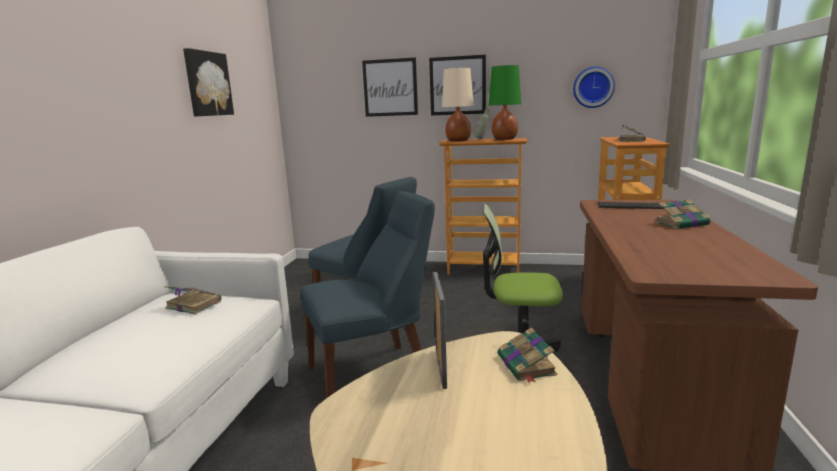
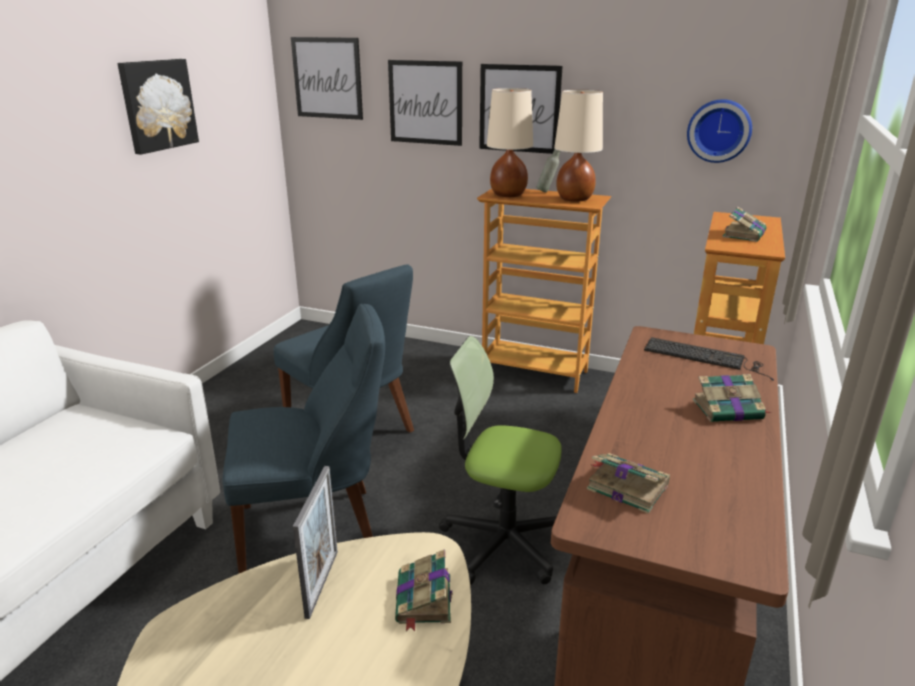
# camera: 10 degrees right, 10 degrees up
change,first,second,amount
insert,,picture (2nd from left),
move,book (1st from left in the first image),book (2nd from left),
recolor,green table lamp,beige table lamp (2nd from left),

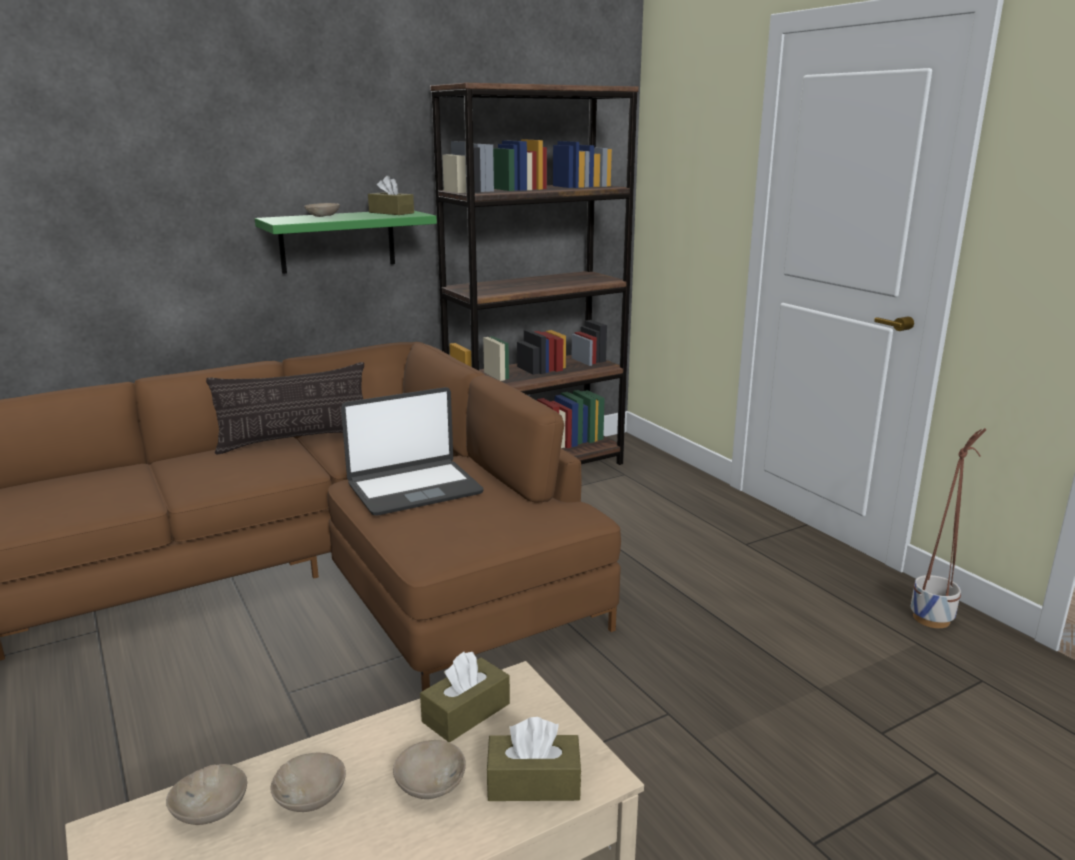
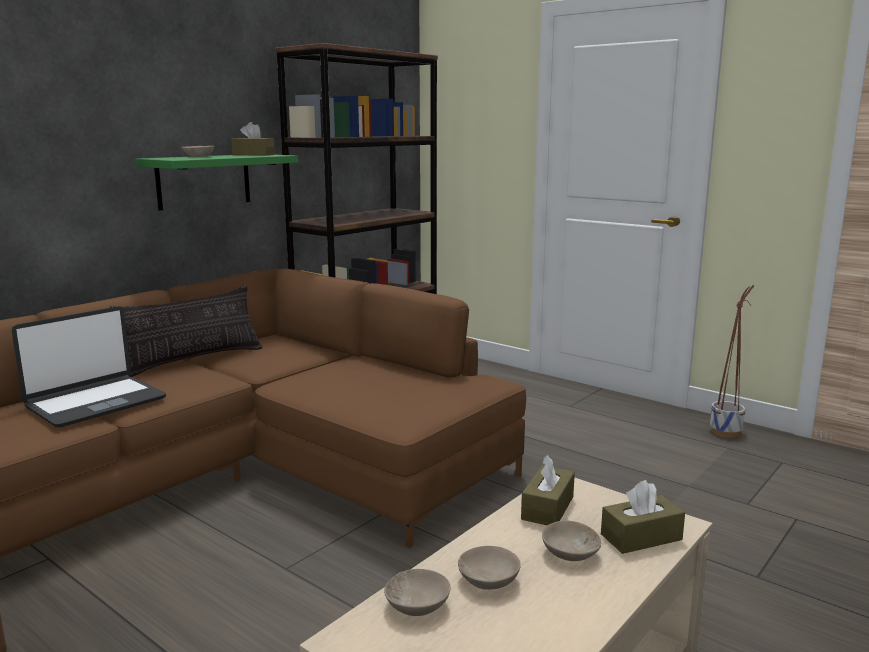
# camera: 20 degrees left, 5 degrees down
change,first,second,amount
move,laptop,,

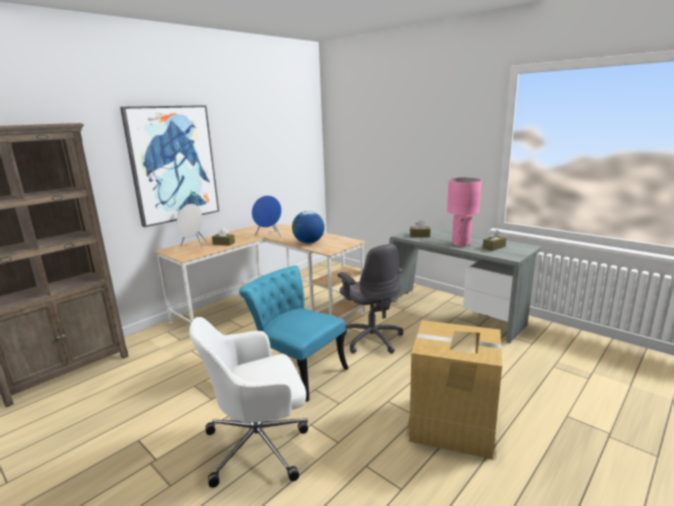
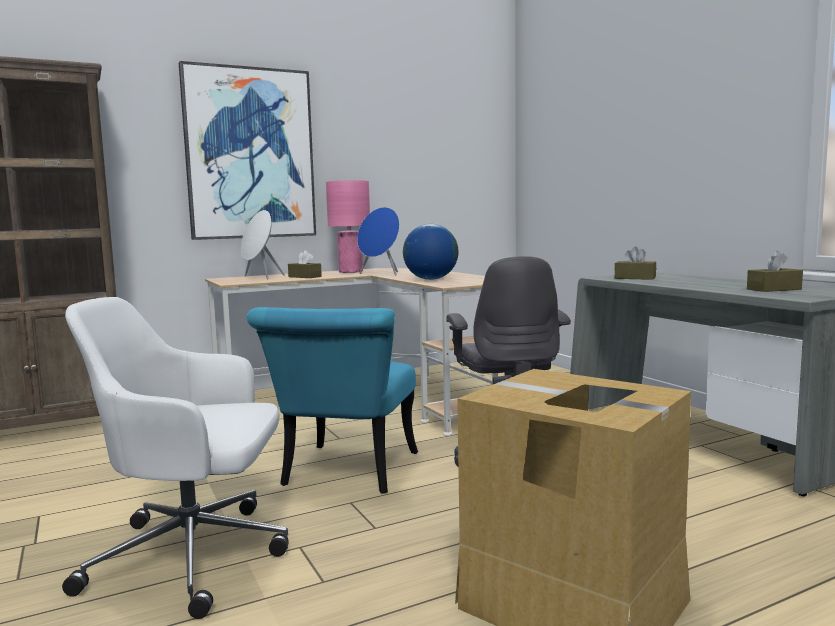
# camera: 20 degrees right, 10 degrees down
change,first,second,amount
move,pink table lamp,,
rotate,turquoise chair,,135 degrees counterclockwise

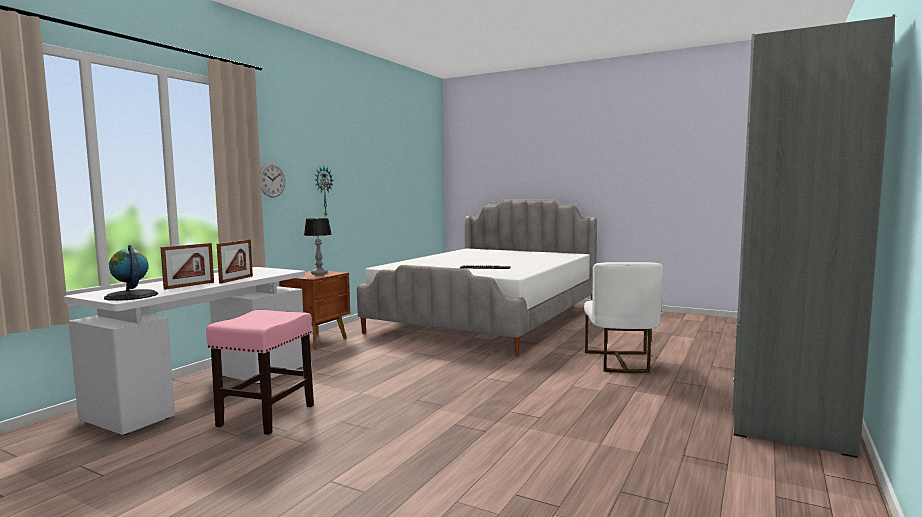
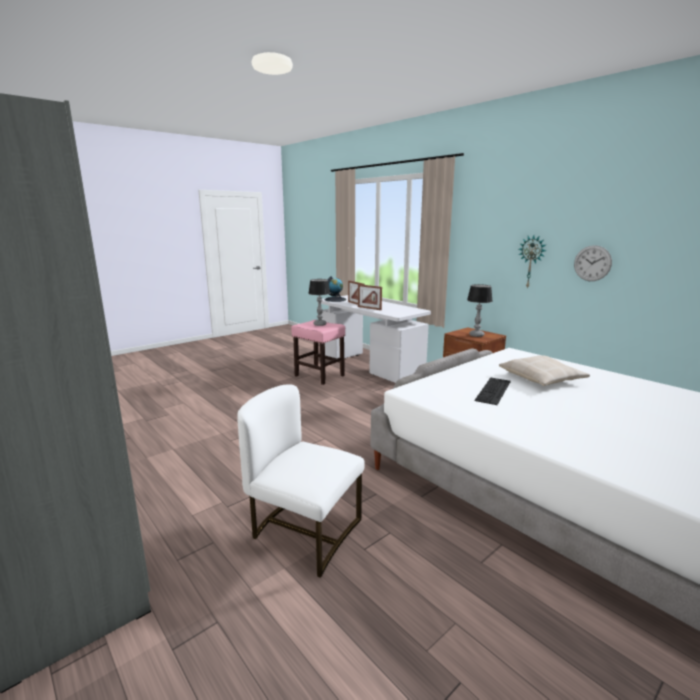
# camera: 110 degrees right, 10 degrees up
change,first,second,amount
insert,,table lamp (1st from left),
insert,,beige pillow,
move,wall clock (1st from left in the first image),wall clock (2nd from left),

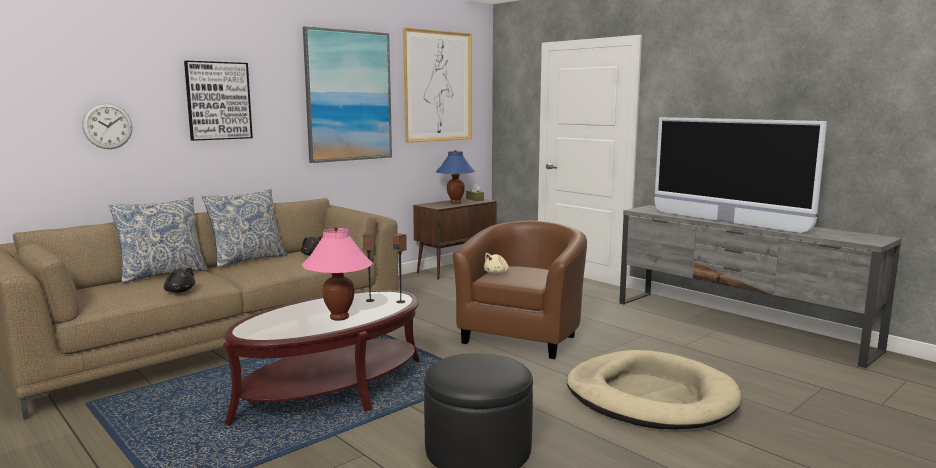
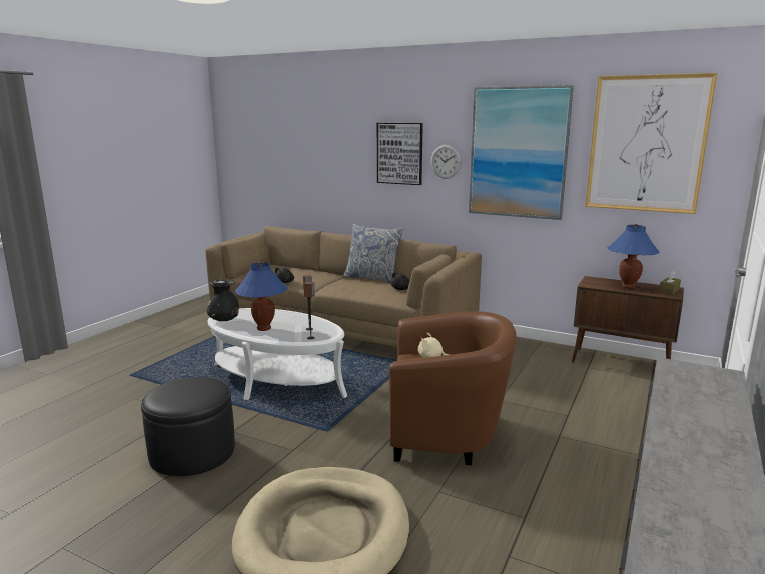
# camera: 70 degrees right, 5 degrees up
change,first,second,amount
delete,pillow (1st from left),,
delete,television,,
insert,,black vase,
move,wall clock,,
recolor,brown coffee table,white coffee table,
recolor,pink table lamp,blue table lamp (1st from left),

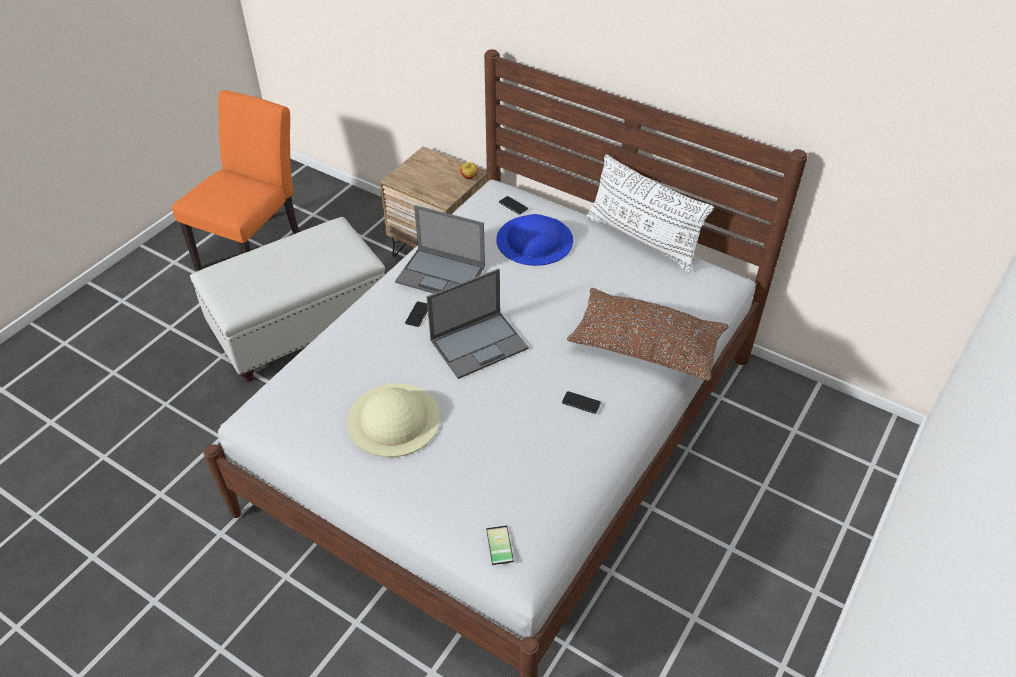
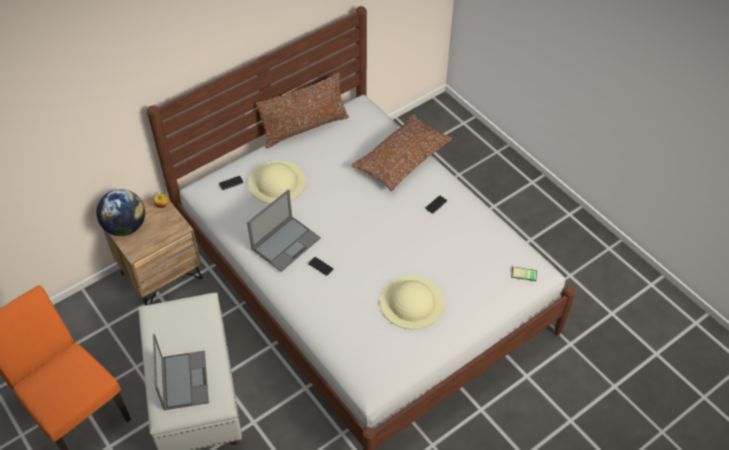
# camera: 70 degrees left, 5 degrees up
change,first,second,amount
insert,,globe,
move,laptop (2nd from left in the first image),laptop (1st from left),
recolor,blue hat,beige hat (1st from left),
recolor,white pillow,brown pillow (1st from left),

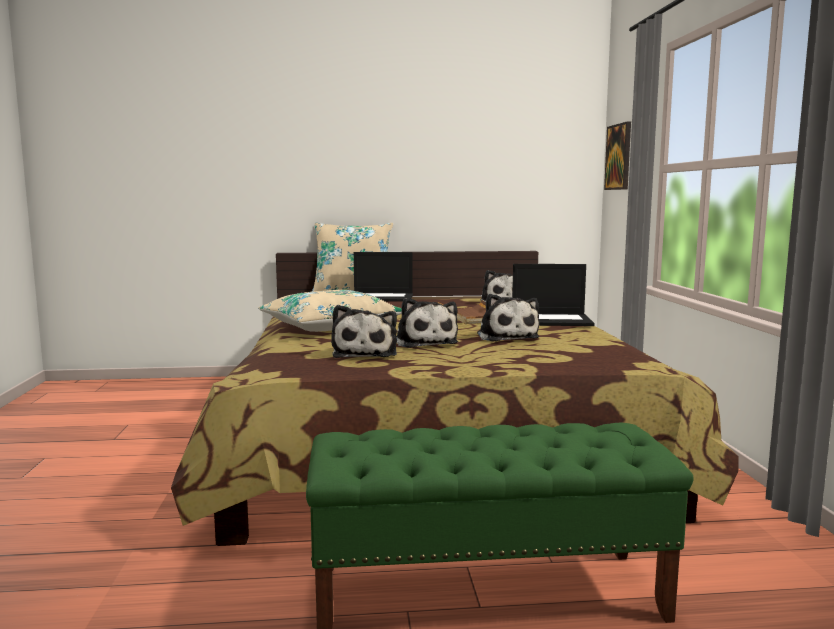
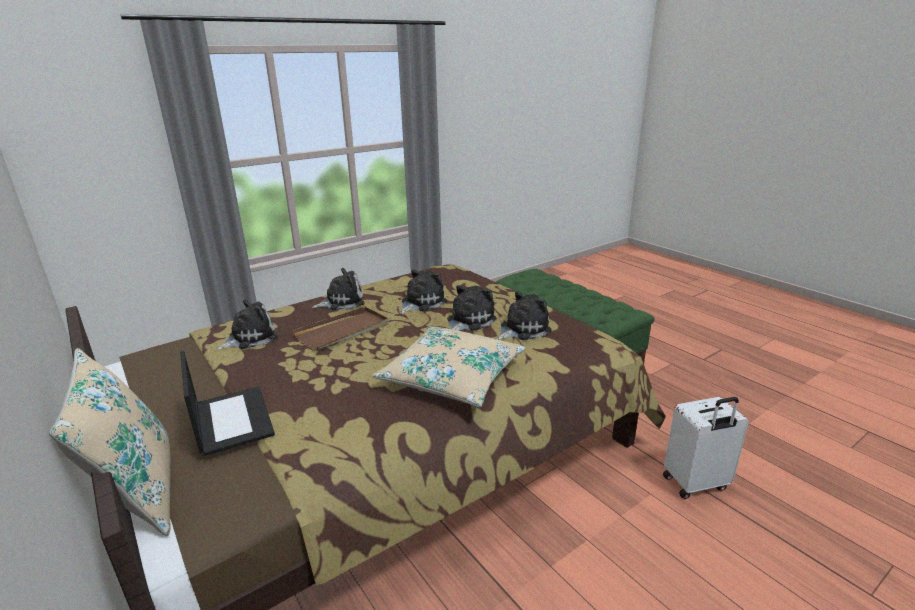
# camera: 120 degrees left, 15 degrees up
change,first,second,amount
delete,picture,,
insert,,white suitcase,
replace,laptop (2nd from left),plush toy (2nd from left),

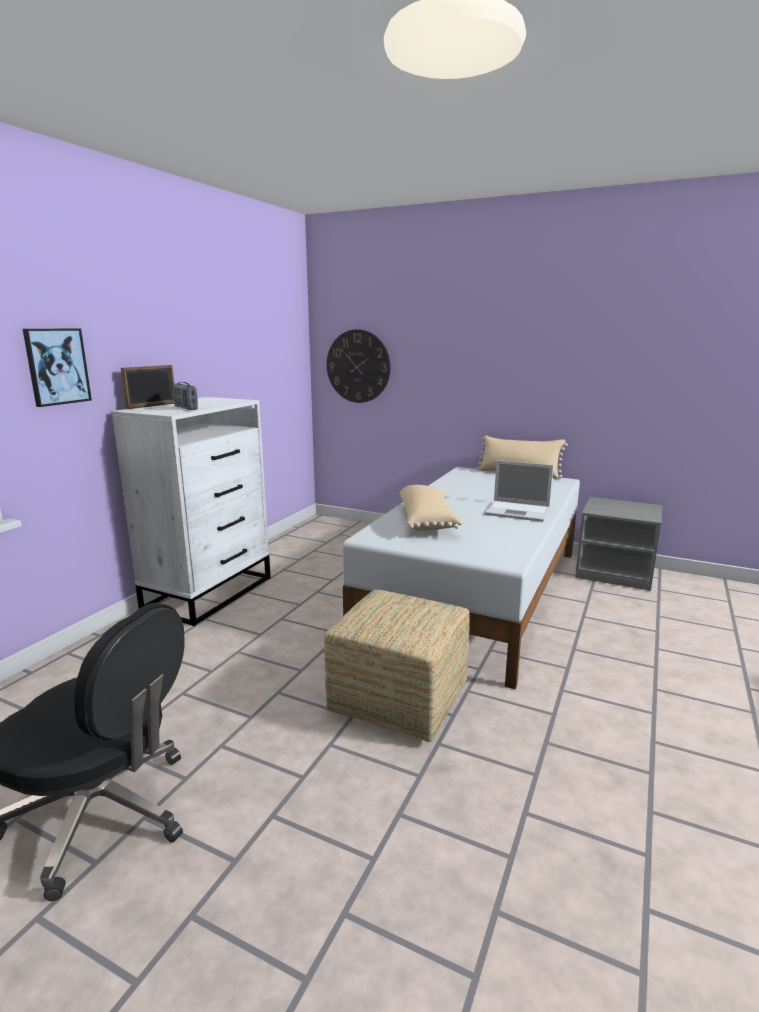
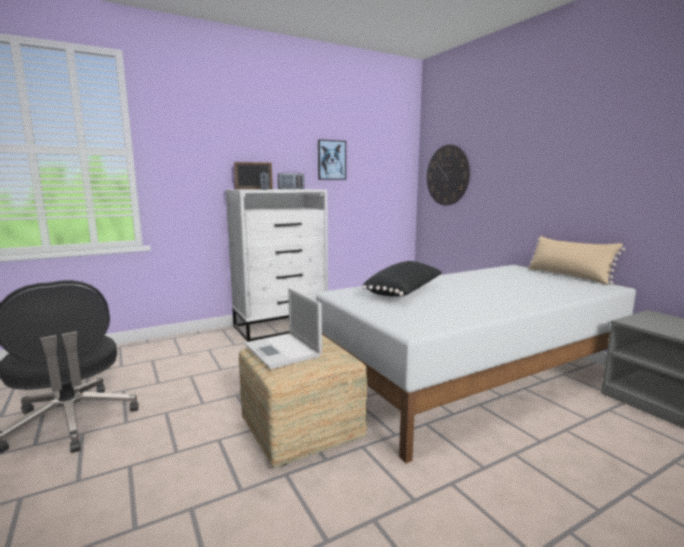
# camera: 35 degrees right, 5 degrees down
change,first,second,amount
insert,,radio (2nd from left),
move,picture,,
move,laptop,,
recolor,beige pillow (1st from left),black pillow,

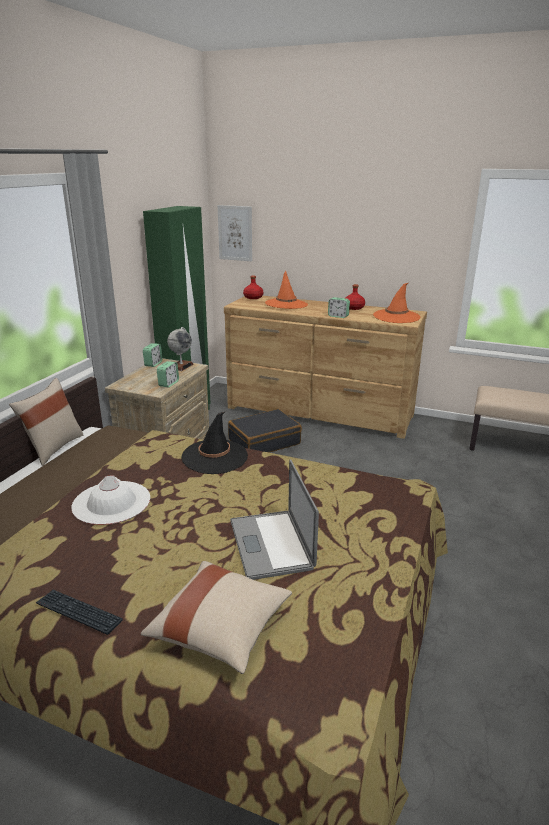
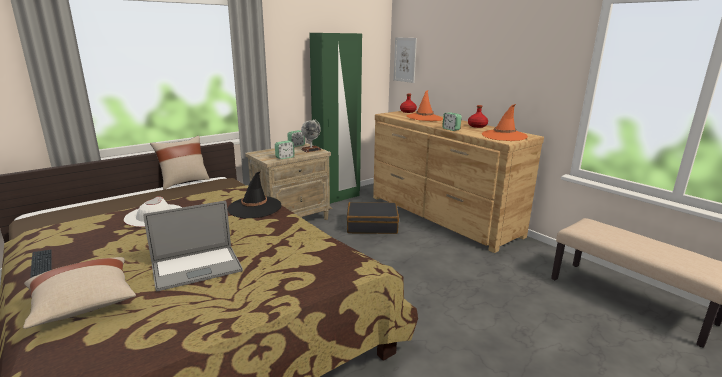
# camera: 30 degrees right, 5 degrees down
change,first,second,amount
rotate,laptop,,135 degrees counterclockwise

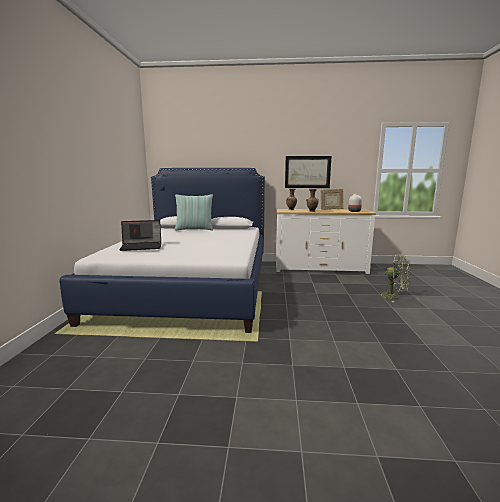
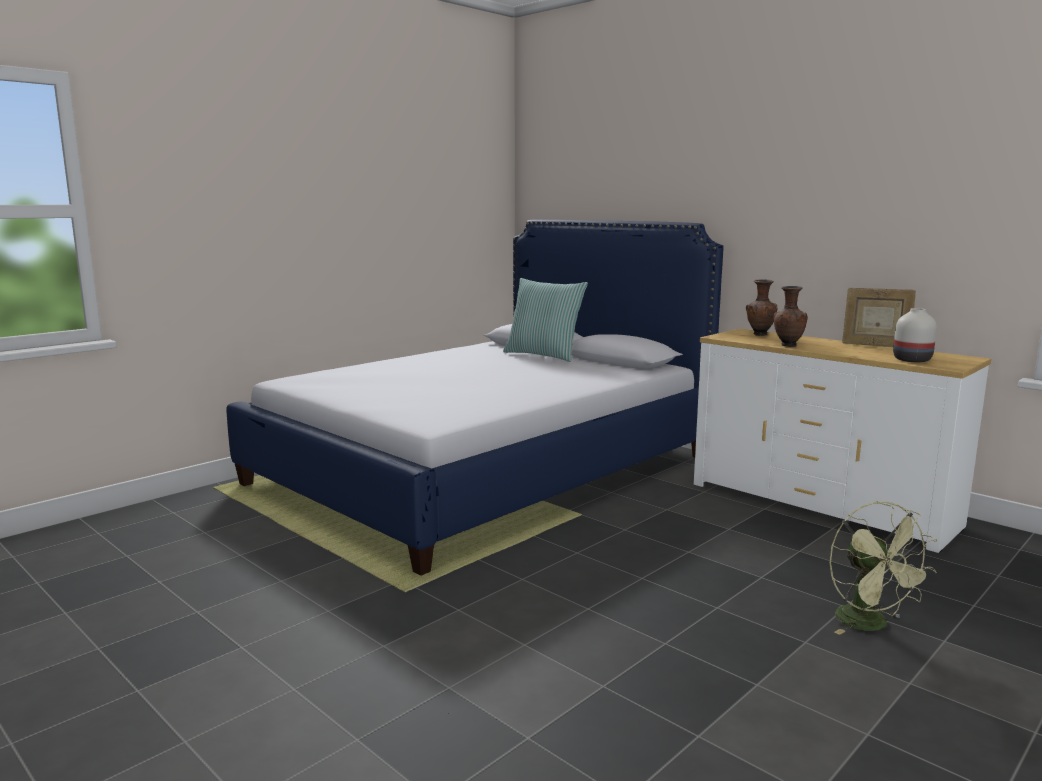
# camera: 40 degrees right, 0 degrees up
change,first,second,amount
delete,laptop,,
delete,picture,,

